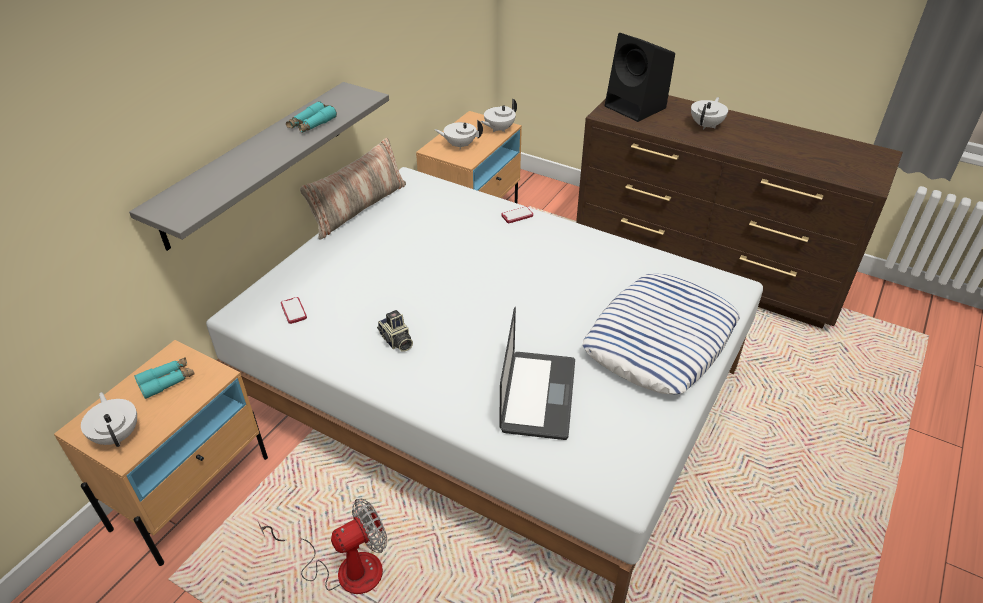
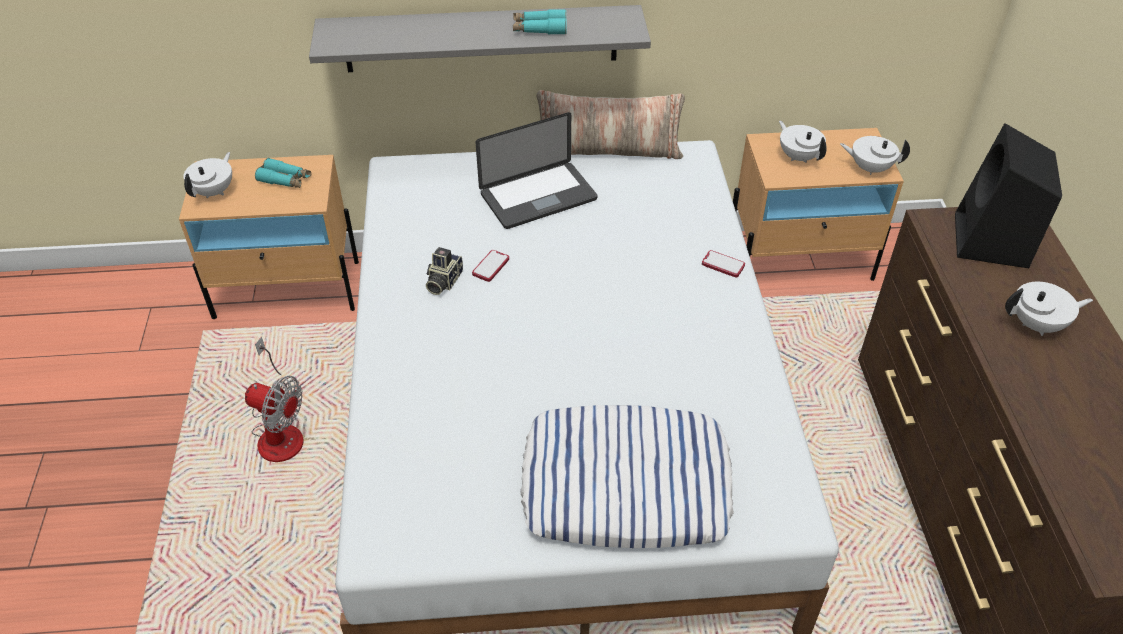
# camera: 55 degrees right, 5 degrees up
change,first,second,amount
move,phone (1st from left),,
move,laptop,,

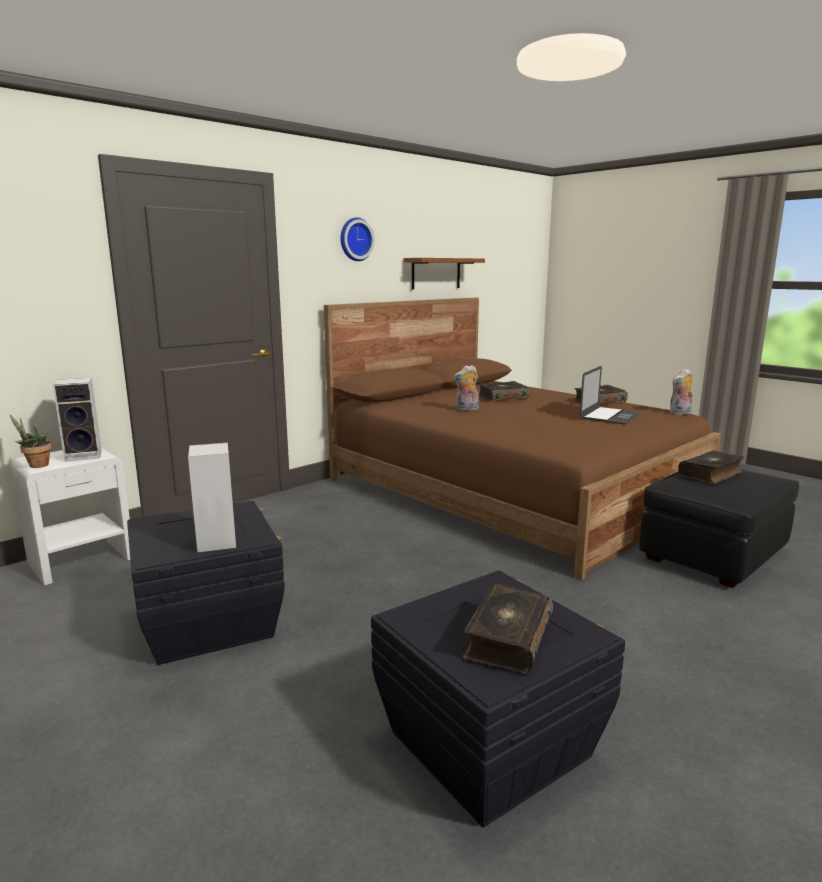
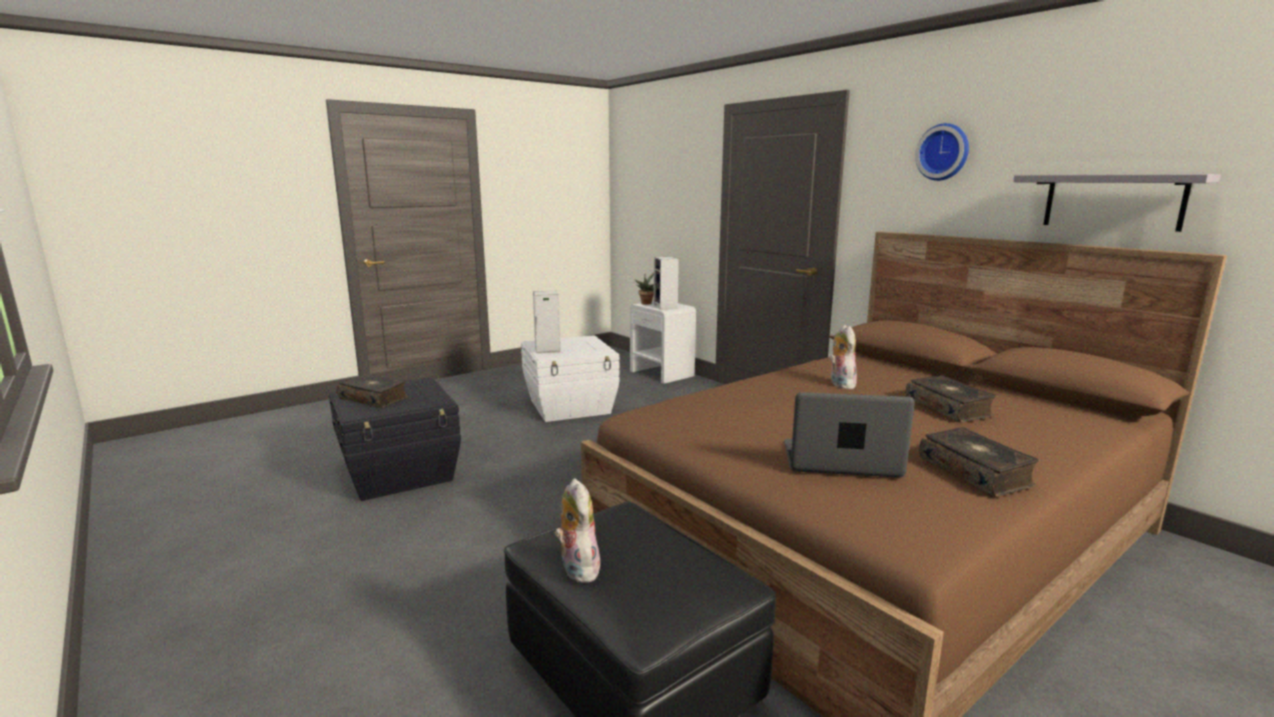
# camera: 95 degrees right, 0 degrees up
change,first,second,amount
delete,book (4th from left),,
move,plush toy (2nd from left in the first image),plush toy (1st from left),
recolor,black storage box (1st from left),white storage box,
recolor,brown shelf,grey shelf,
rotate,laptop,,150 degrees clockwise

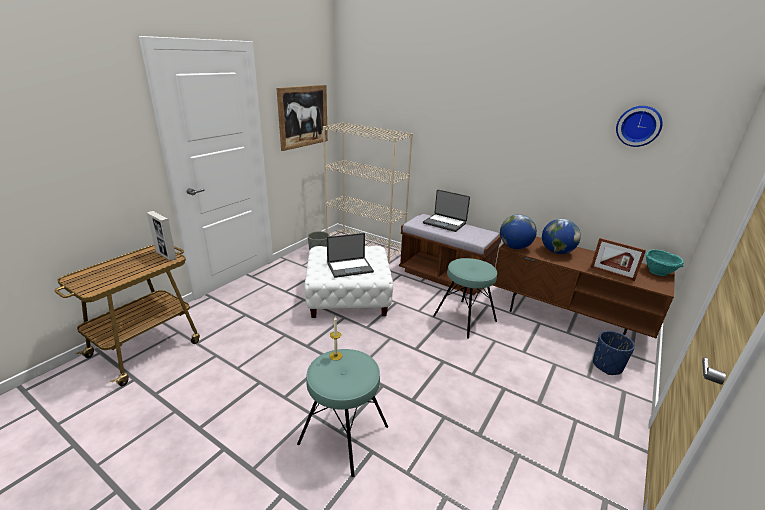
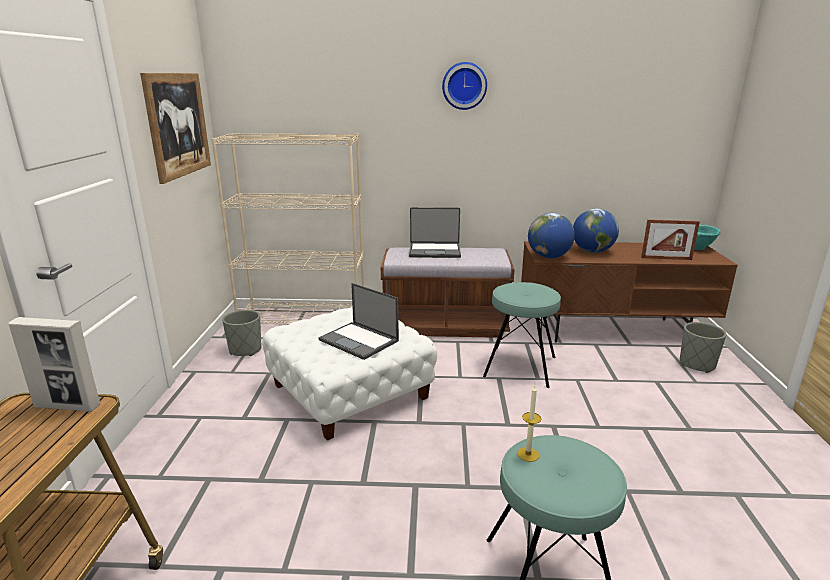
# camera: 30 degrees left, 5 degrees down
change,first,second,amount
move,wall clock,,
recolor,blue planter,grey planter (2nd from left),
rotate,laptop (1st from left),,90 degrees clockwise

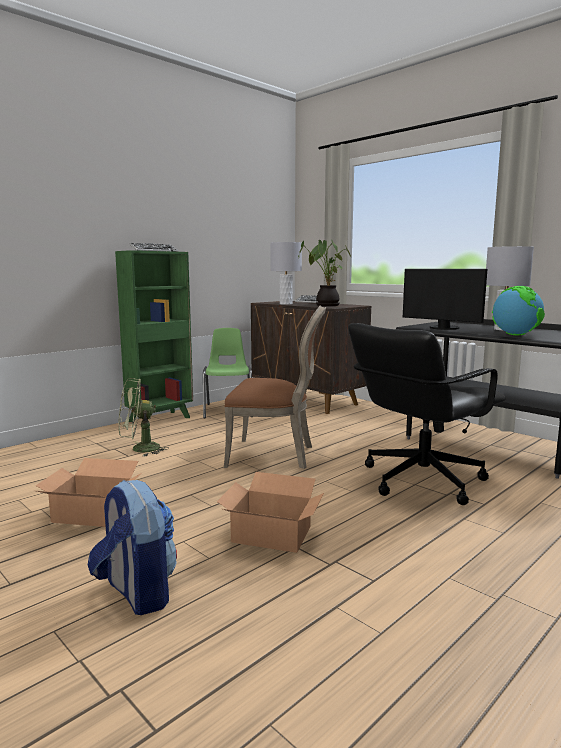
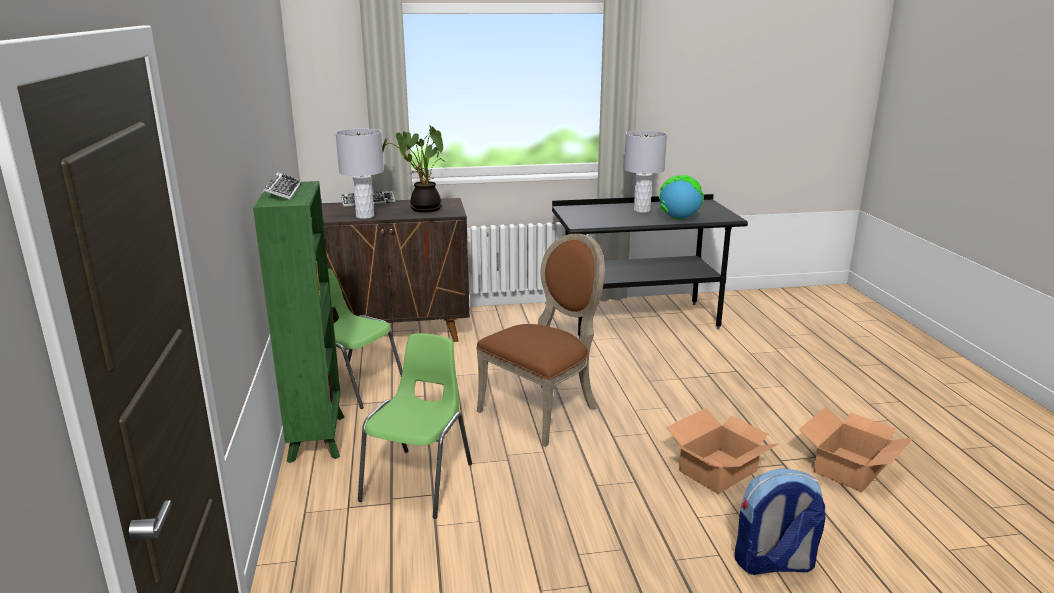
# camera: 55 degrees left, 10 degrees up
change,first,second,amount
delete,black office chair,,
delete,monitor,,
move,cardboard box (1st from left in the first image),cardboard box (2nd from left),
replace,green fan,green chair (2nd from left),

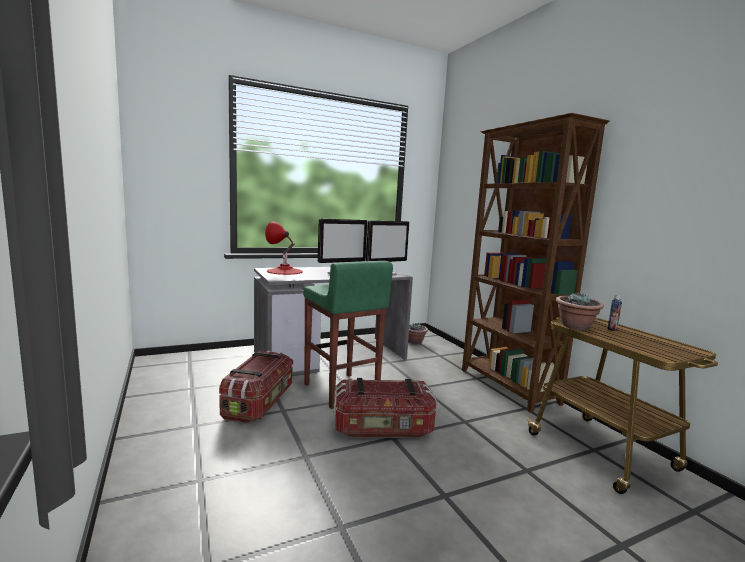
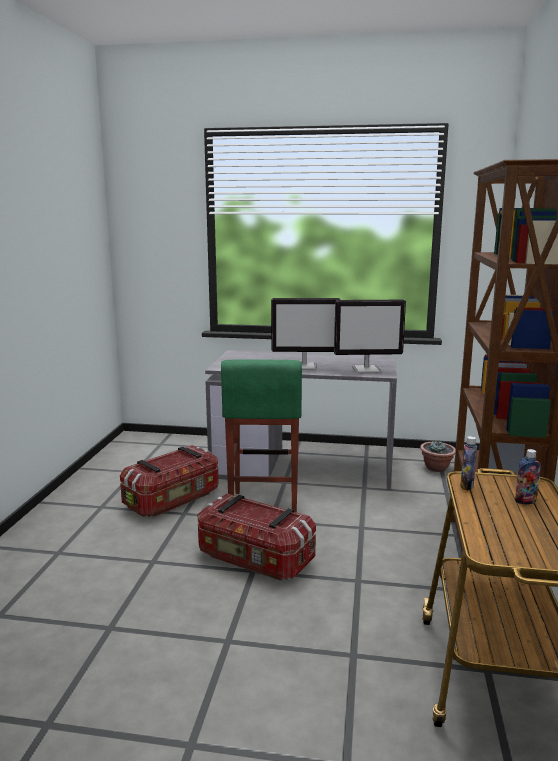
# camera: 35 degrees right, 5 degrees up
change,first,second,amount
delete,red table lamp,,
replace,potted plant (2nd from left),bottle (1st from left),

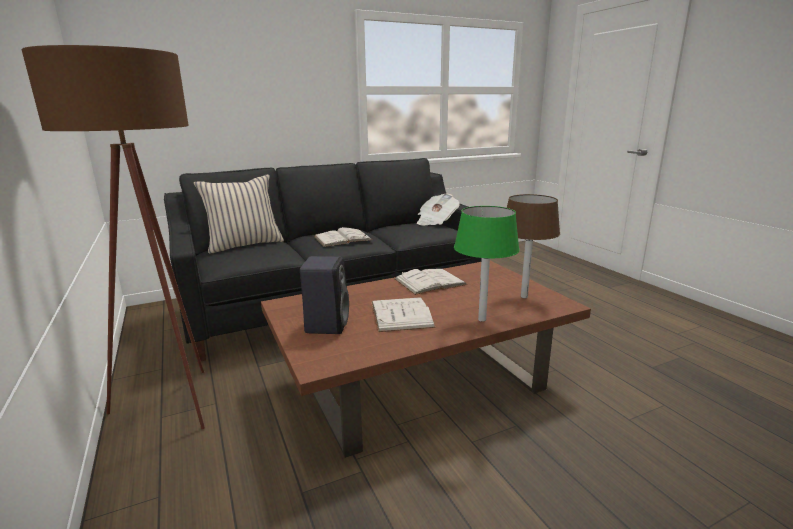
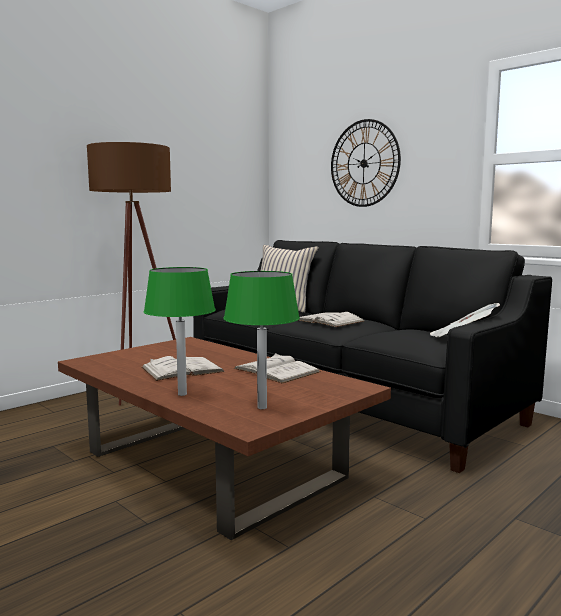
# camera: 70 degrees right, 10 degrees down
change,first,second,amount
delete,black speaker,,
insert,,wall clock,
recolor,brown table lamp,green table lamp (2nd from left),

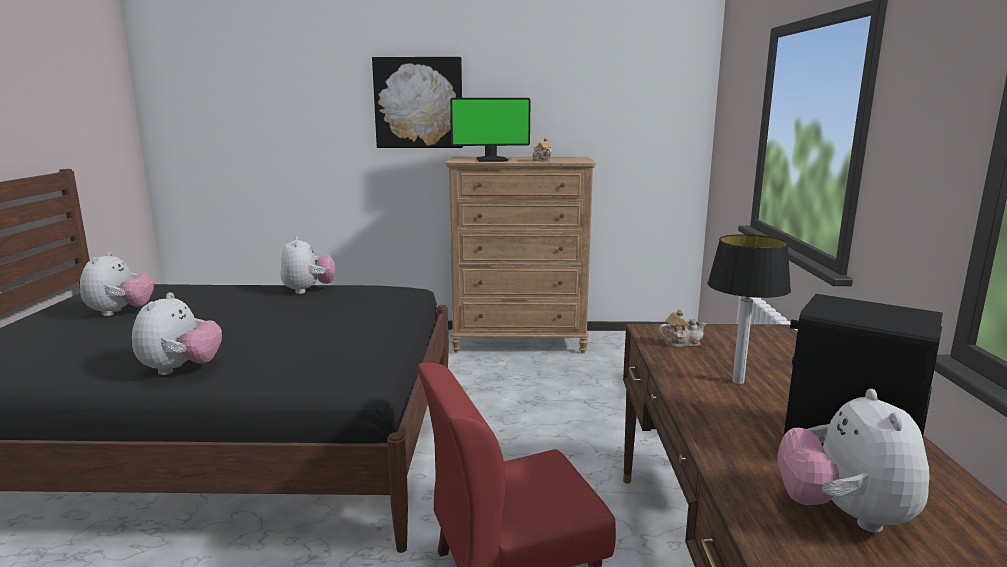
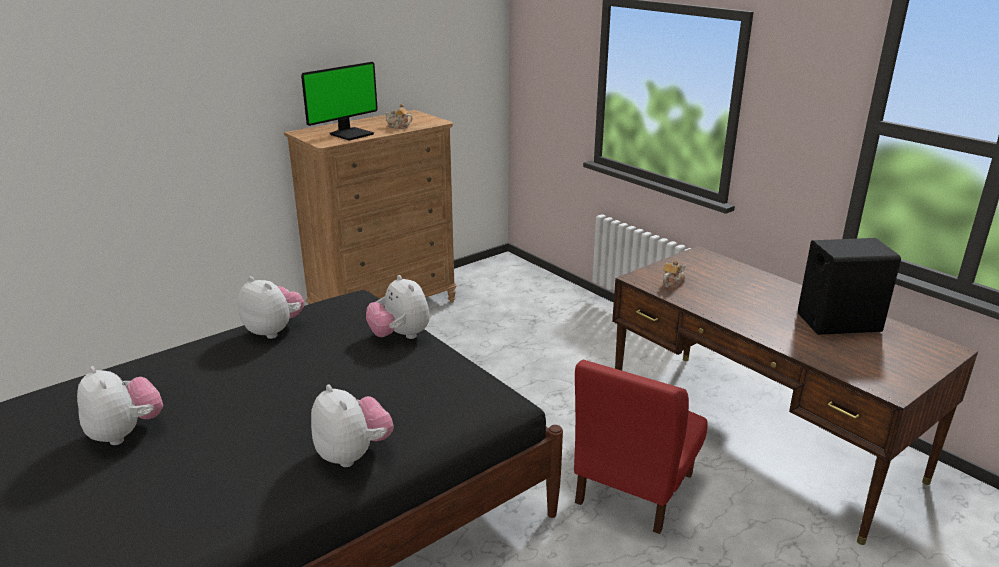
# camera: 40 degrees left, 10 degrees up
change,first,second,amount
delete,picture,,
delete,table lamp,,
move,plush toy (4th from left),,

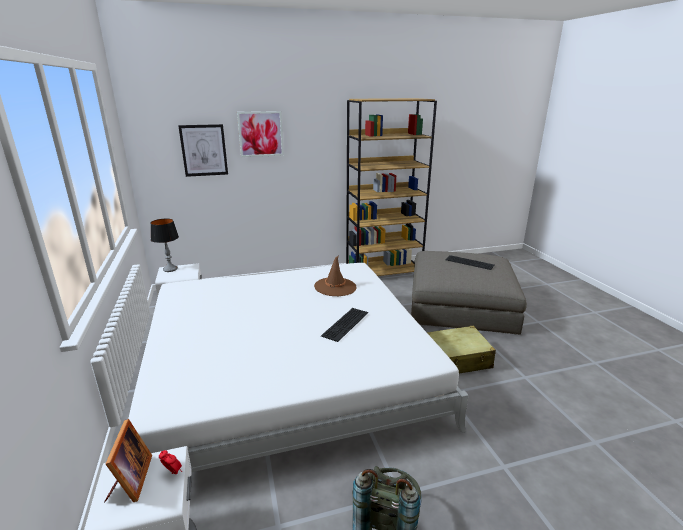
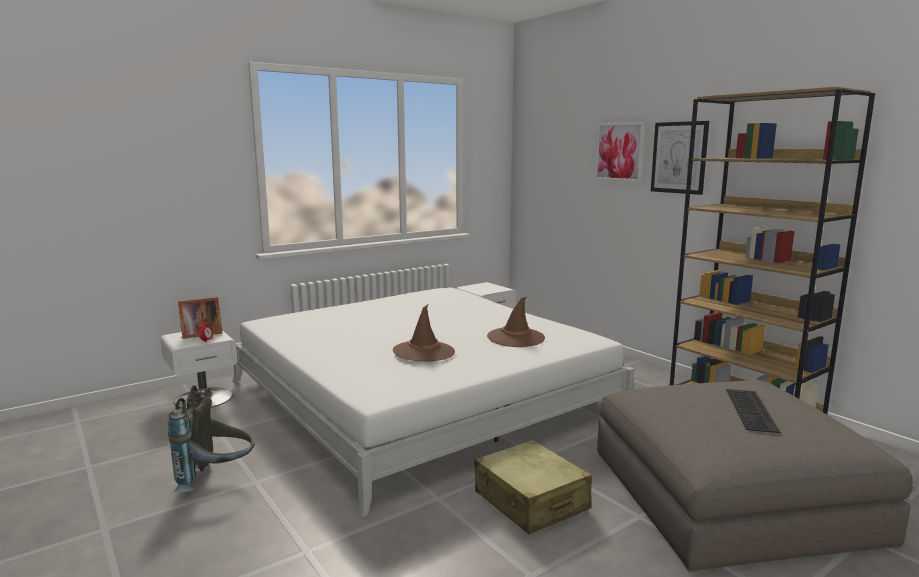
# camera: 70 degrees right, 10 degrees down
change,first,second,amount
delete,table lamp,,
move,picture (1st from left in the first image),picture (2nd from left),
replace,keyboard (1st from left),brown hat (1st from left),

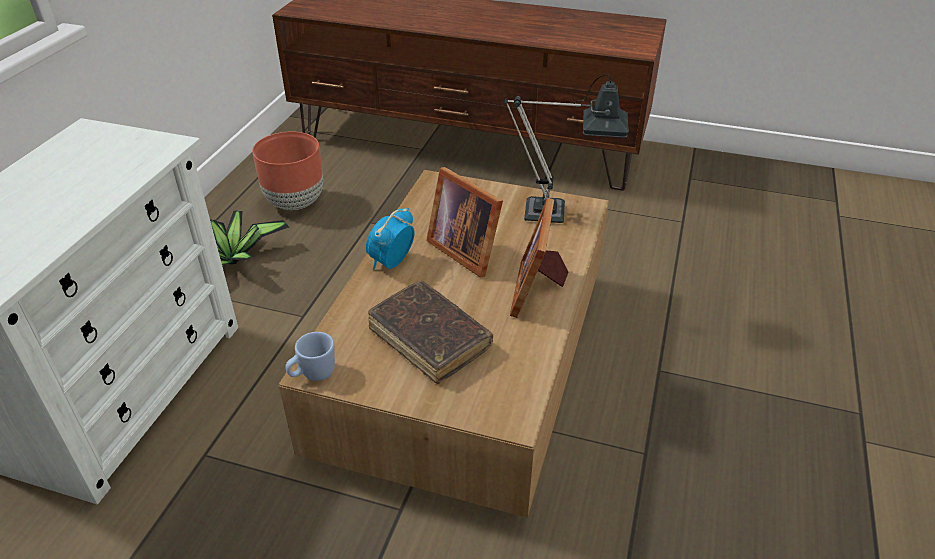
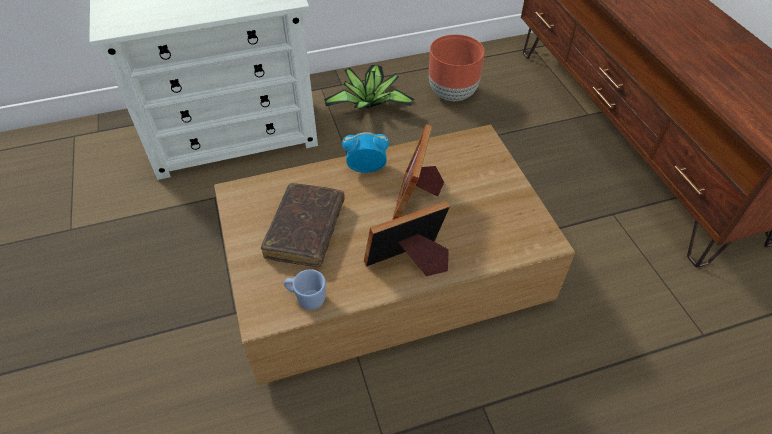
# camera: 55 degrees right, 10 degrees up
change,first,second,amount
delete,table lamp,,
move,blue mug,,

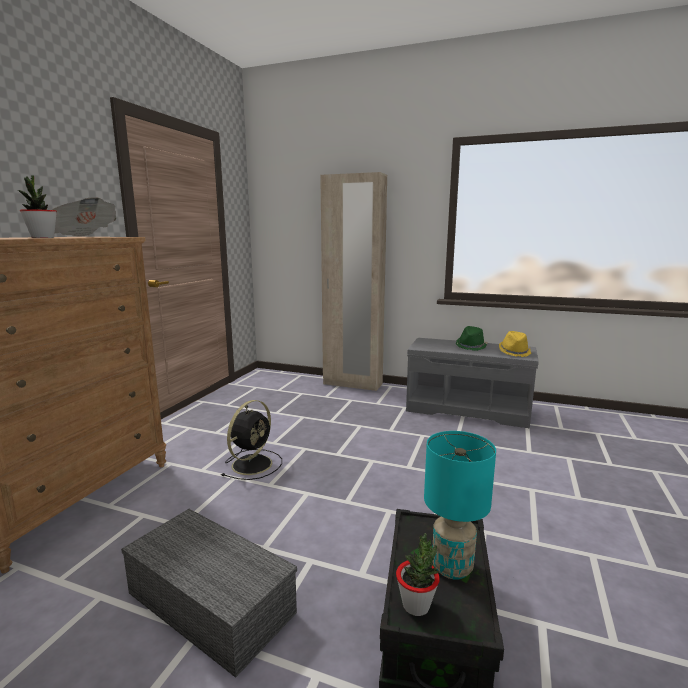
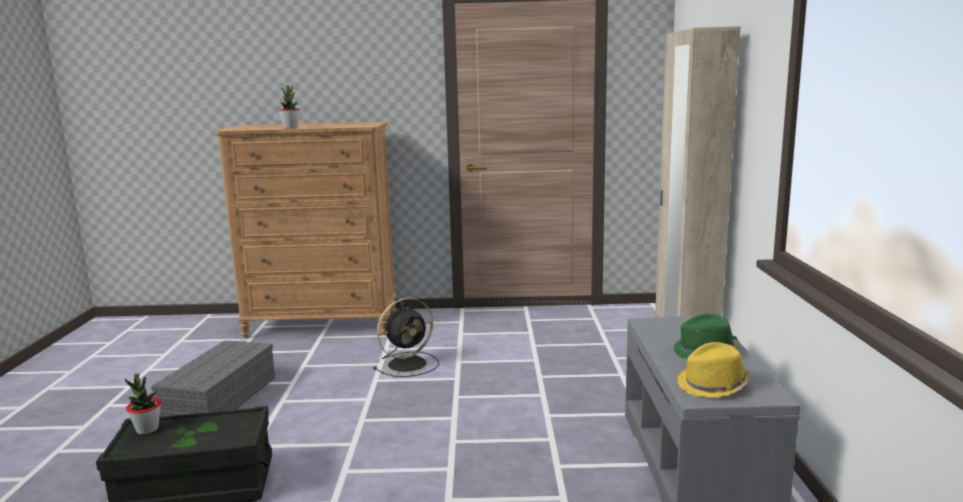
# camera: 70 degrees right, 0 degrees up
change,first,second,amount
delete,newspaper,,
delete,turquoise table lamp,,
rotate,black fan,,45 degrees counterclockwise

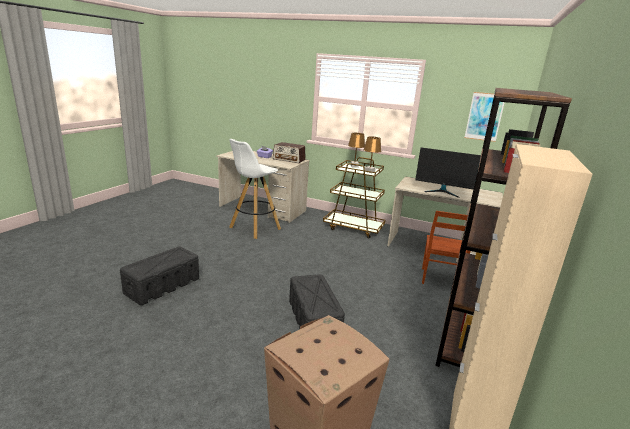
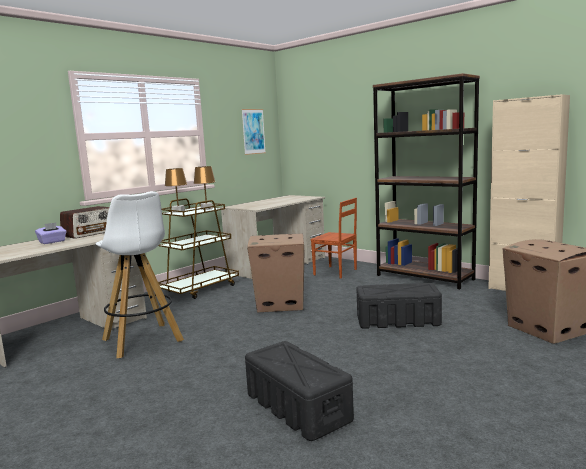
# camera: 70 degrees left, 10 degrees down
change,first,second,amount
delete,monitor,,
insert,,cardboard box (1st from left),

